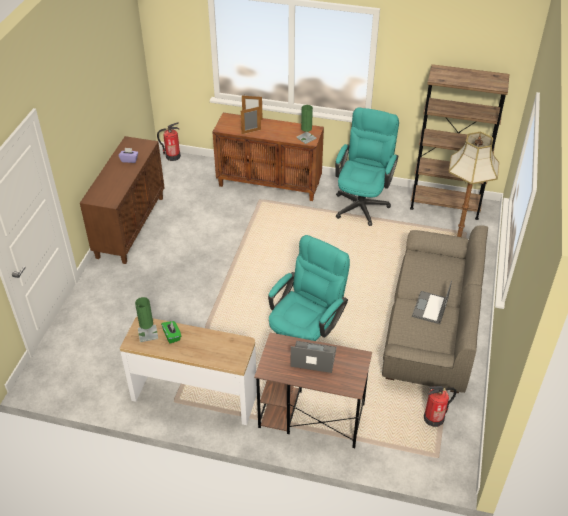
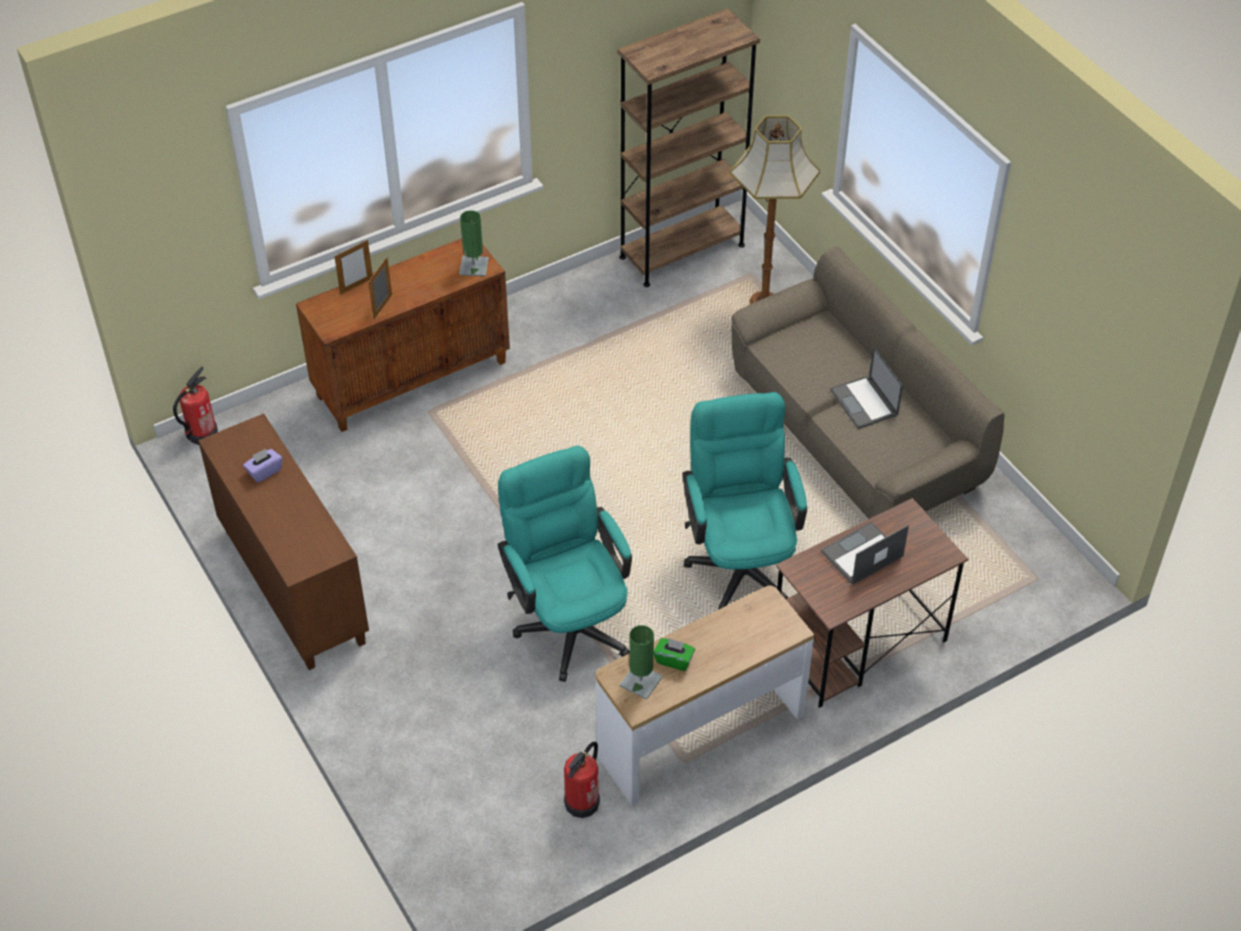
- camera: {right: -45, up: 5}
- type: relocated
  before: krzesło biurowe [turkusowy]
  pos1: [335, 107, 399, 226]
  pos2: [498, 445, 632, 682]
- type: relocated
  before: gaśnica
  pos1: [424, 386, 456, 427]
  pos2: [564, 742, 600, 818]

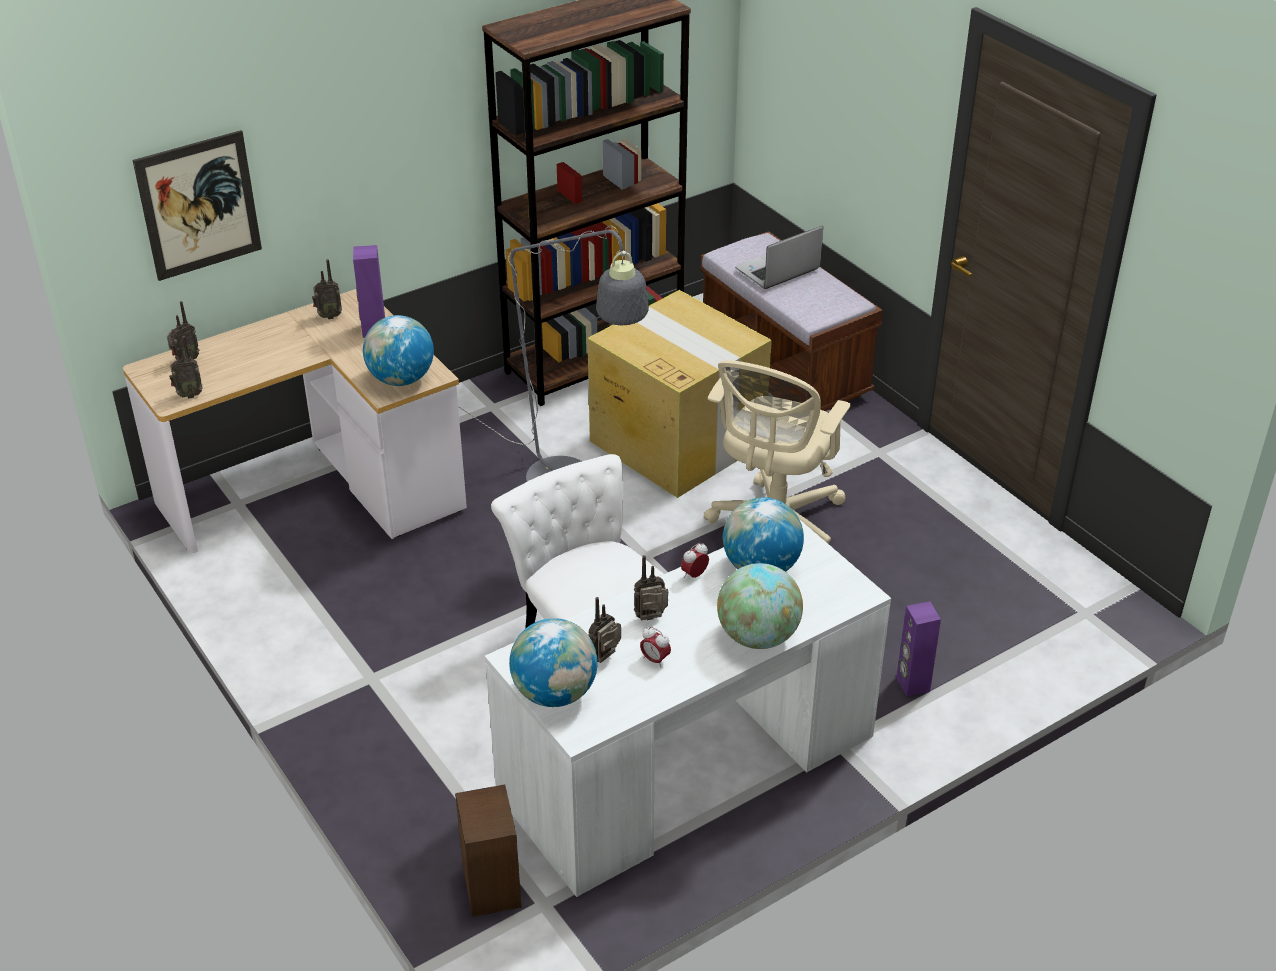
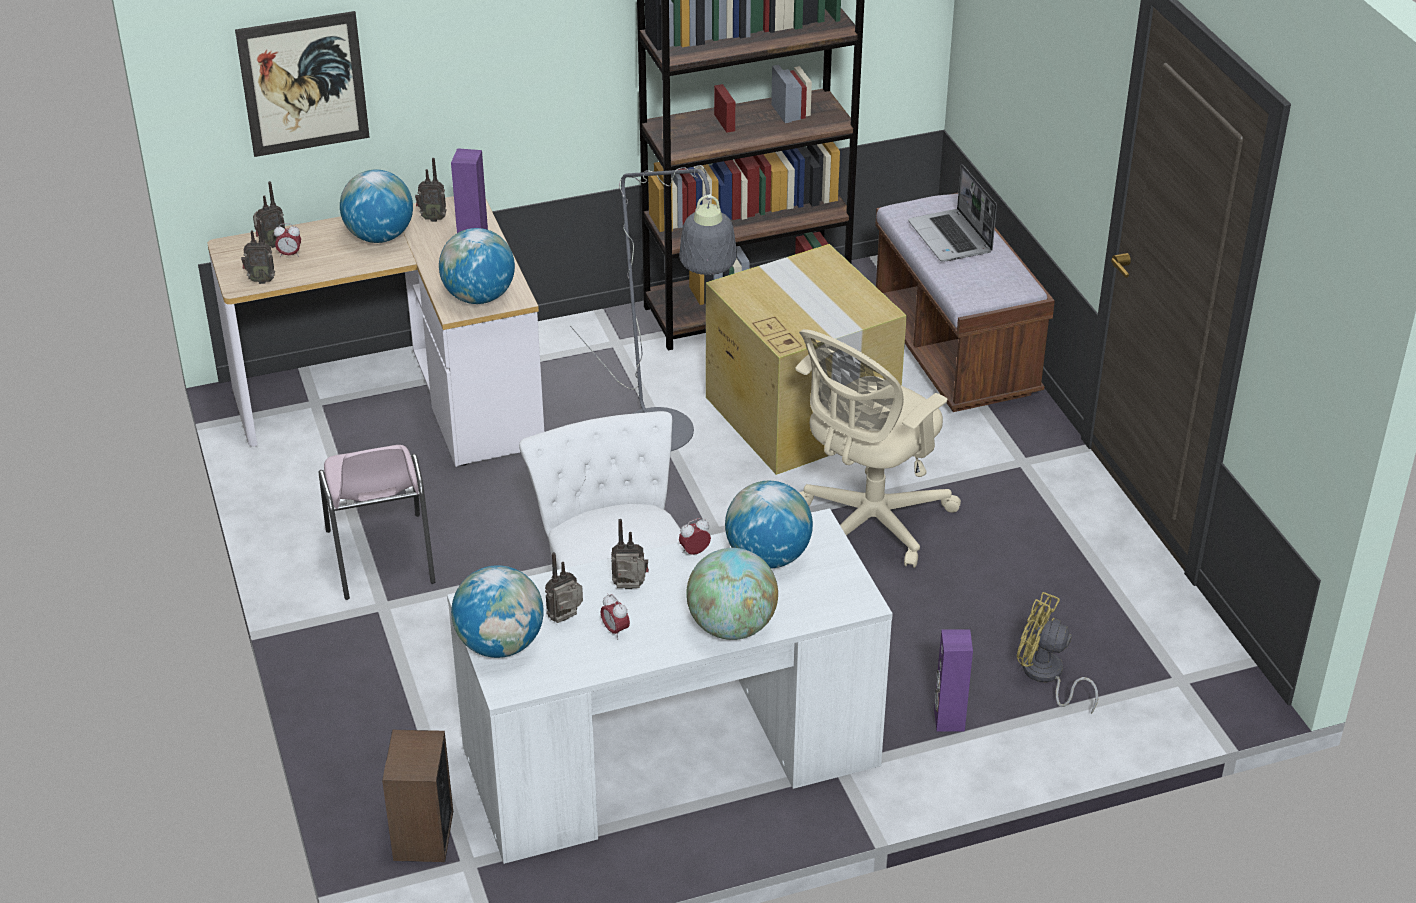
- camera: {right: 15, up: 0}
- type: spun
  before: laptop
  pos1: [735, 226, 823, 289]
  pos2: [908, 164, 997, 262]
  turn: -90
- type: appeared
  after: globus
  pos2: [340, 170, 413, 243]
- type: appeared
  after: budzik
  pos2: [274, 223, 301, 257]
- type: appeared
  after: krzesło [różowy]
  pos2: [319, 445, 436, 600]
- type: appeared
  after: wentylator [żółty]
  pos2: [1017, 592, 1098, 714]

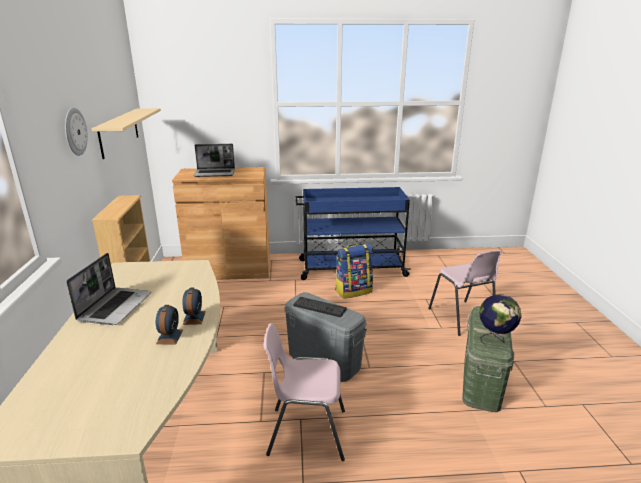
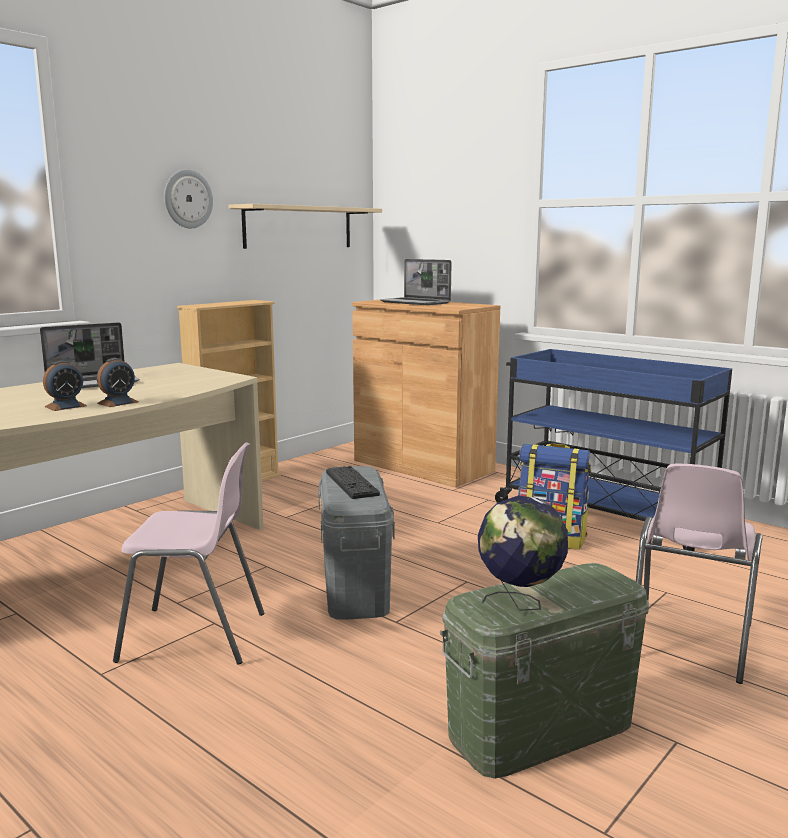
- camera: {right: 45, up: -10}
- type: spun
  before: krzesło [różowy]
  pos1: [263, 323, 345, 461]
  pos2: [113, 442, 264, 664]
  turn: 135

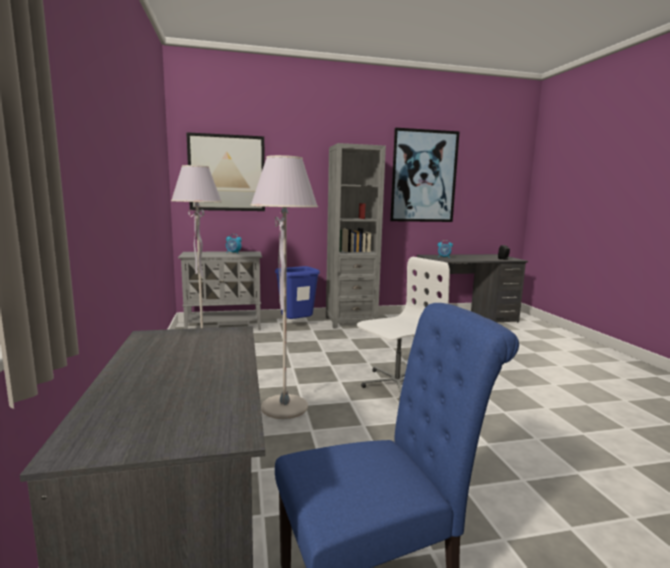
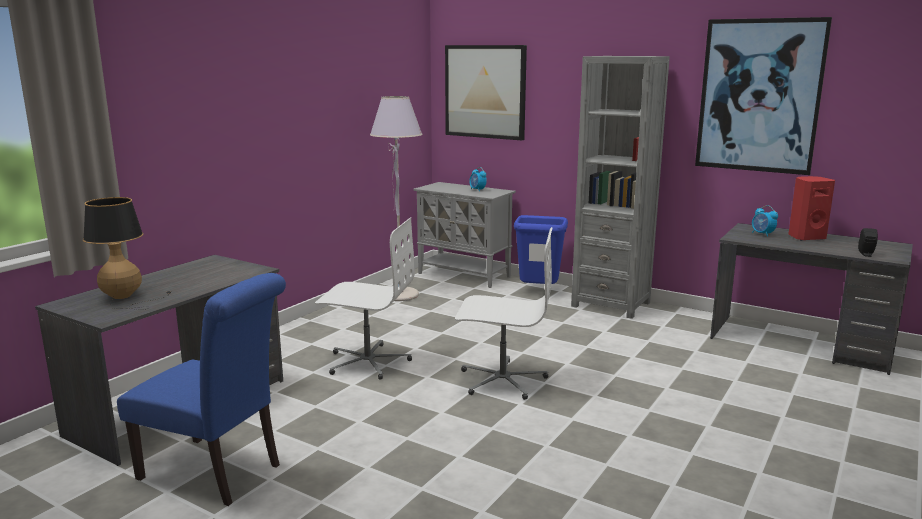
- camera: {right: 45, up: 5}
- type: exchanged
  before: lampa stojąca [szary]
  after: krzesło biurowe [biały]
  pos1: [250, 155, 318, 419]
  pos2: [315, 218, 415, 380]
- type: appeared
  after: głośnik [czerwony]
  pos2: [788, 176, 835, 241]
- type: appeared
  after: lampa stołowa
  pos2: [83, 197, 171, 310]

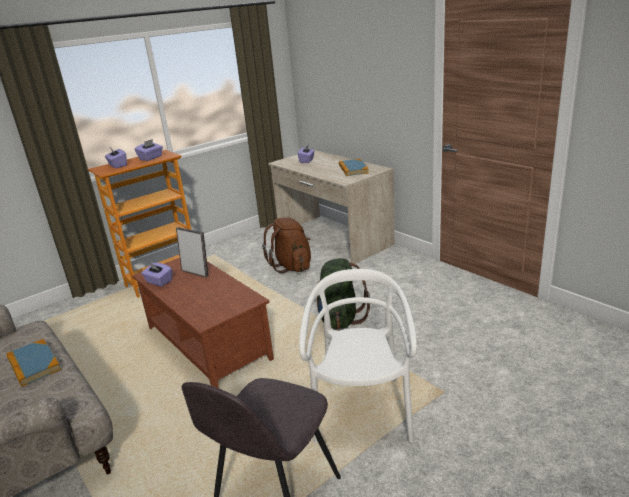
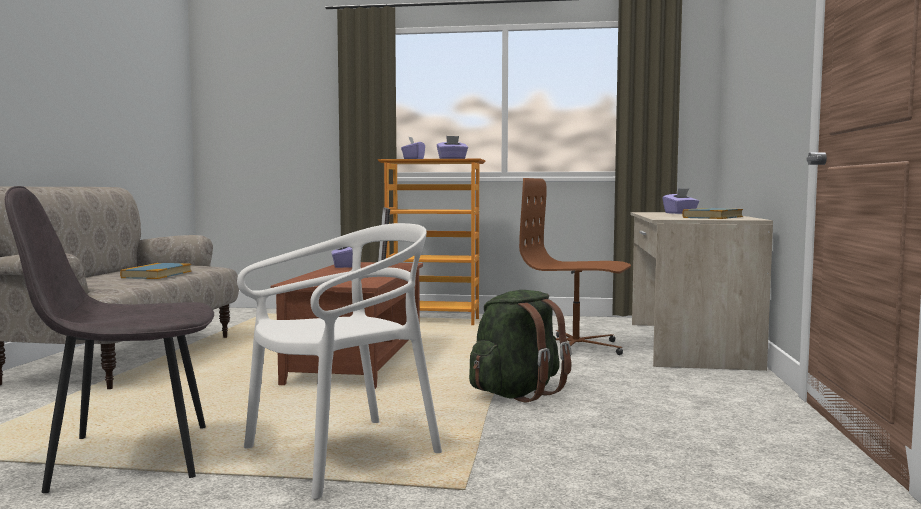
- camera: {right: 45, up: -20}
- type: exchanged
  before: plecak [brązowy]
  after: krzesło biurowe [brązowy]
  pos1: [262, 217, 311, 273]
  pos2: [519, 178, 631, 355]

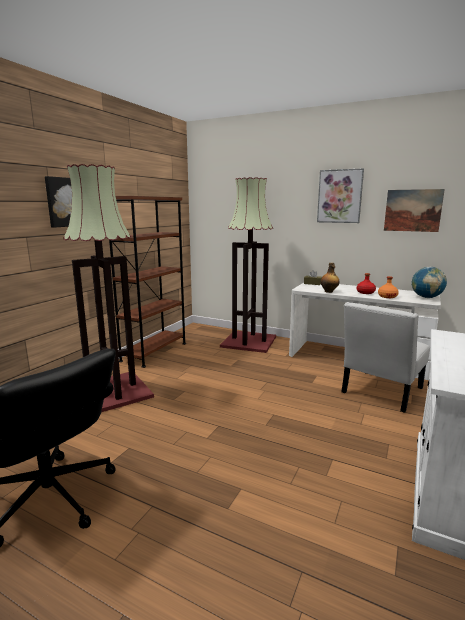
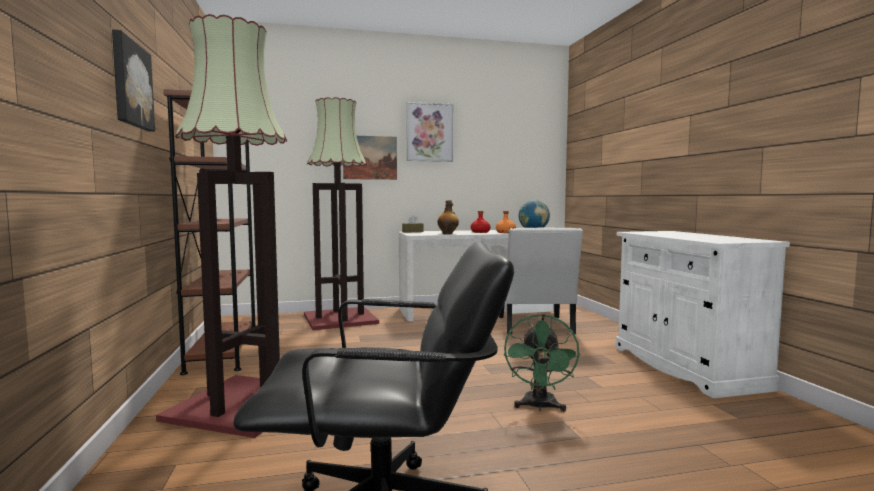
- camera: {right: -40, up: -10}
- type: relocated
  before: obraz
  pos1: [384, 189, 445, 232]
  pos2: [343, 136, 397, 180]
- type: appeared
  after: wentylator [zielony]
  pos2: [504, 314, 580, 412]

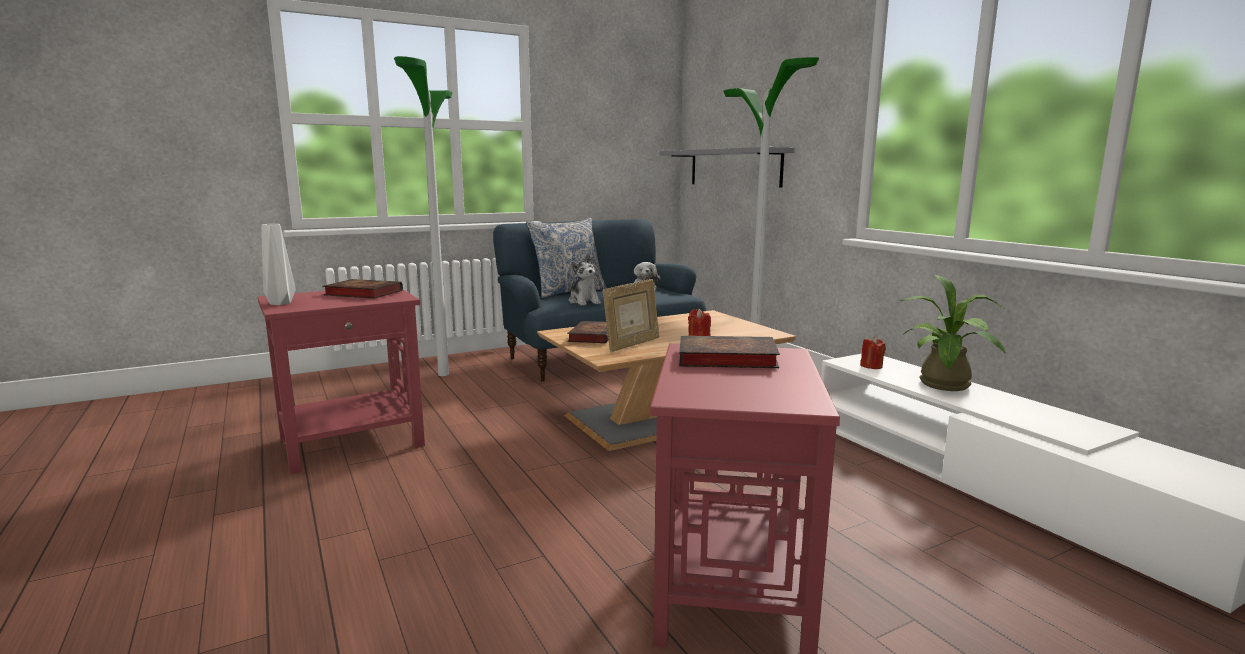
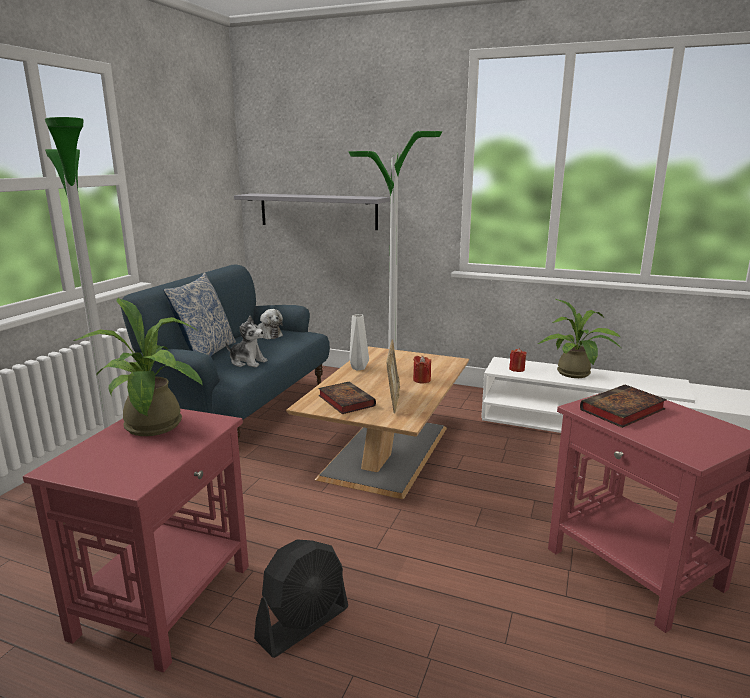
- camera: {right: -40, up: 5}
- type: relocated
  before: wazon [szary]
  pos1: [261, 224, 296, 305]
  pos2: [349, 314, 369, 371]
- type: exchanged
  before: książka
  after: roślina doniczkowa
  pos1: [322, 279, 403, 299]
  pos2: [73, 298, 203, 436]
- type: appeared
  after: wentylator [czarny]
  pos2: [254, 540, 348, 658]

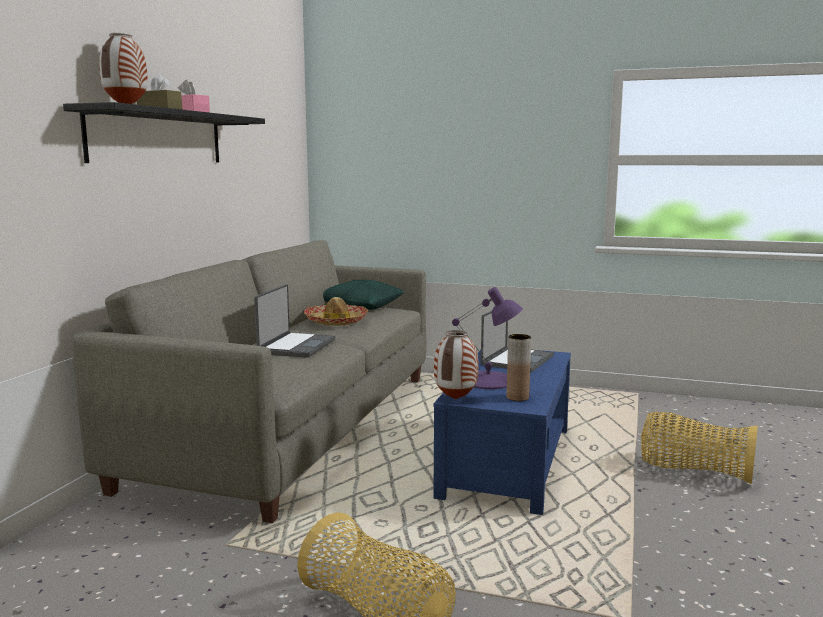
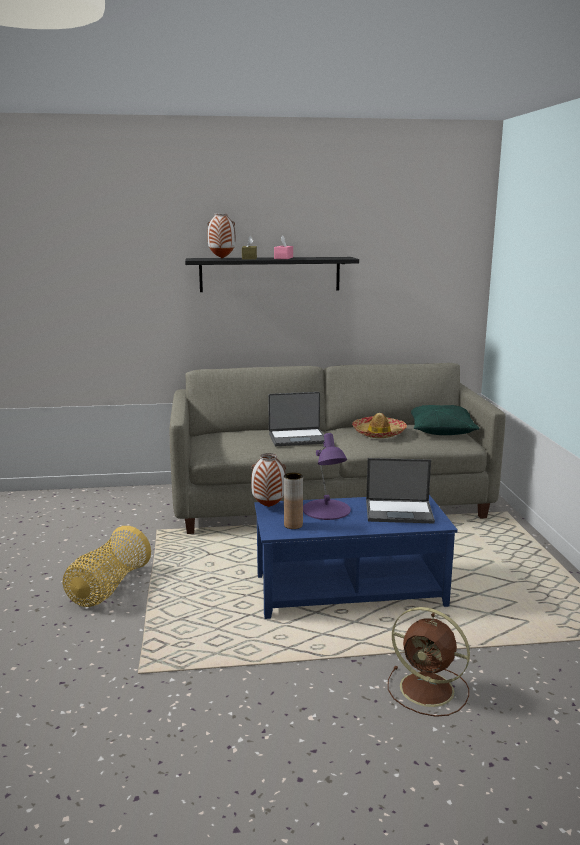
- camera: {right: 65, up: 5}
- type: exchanged
  before: koszyk
  after: wentylator [brązowy]
  pos1: [641, 412, 758, 484]
  pos2: [388, 607, 470, 717]

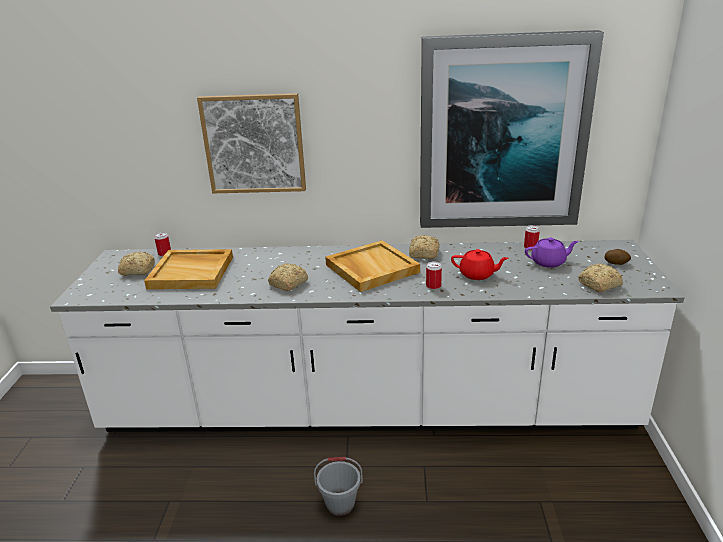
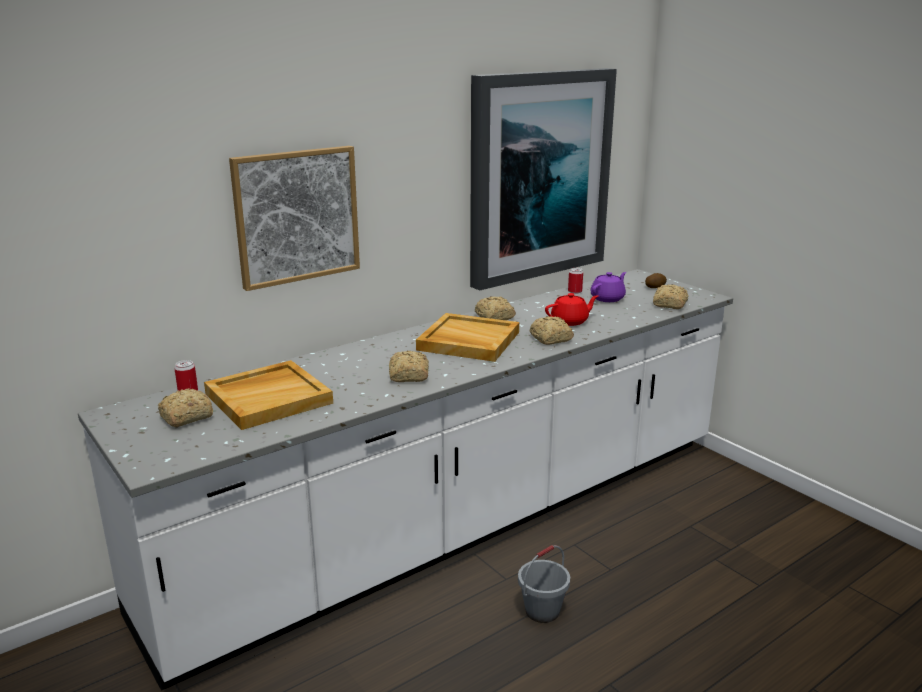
- camera: {right: -40, up: -5}
- type: exchanged
  before: puszka
  after: chleb
  pos1: [426, 261, 442, 289]
  pos2: [530, 316, 574, 345]

